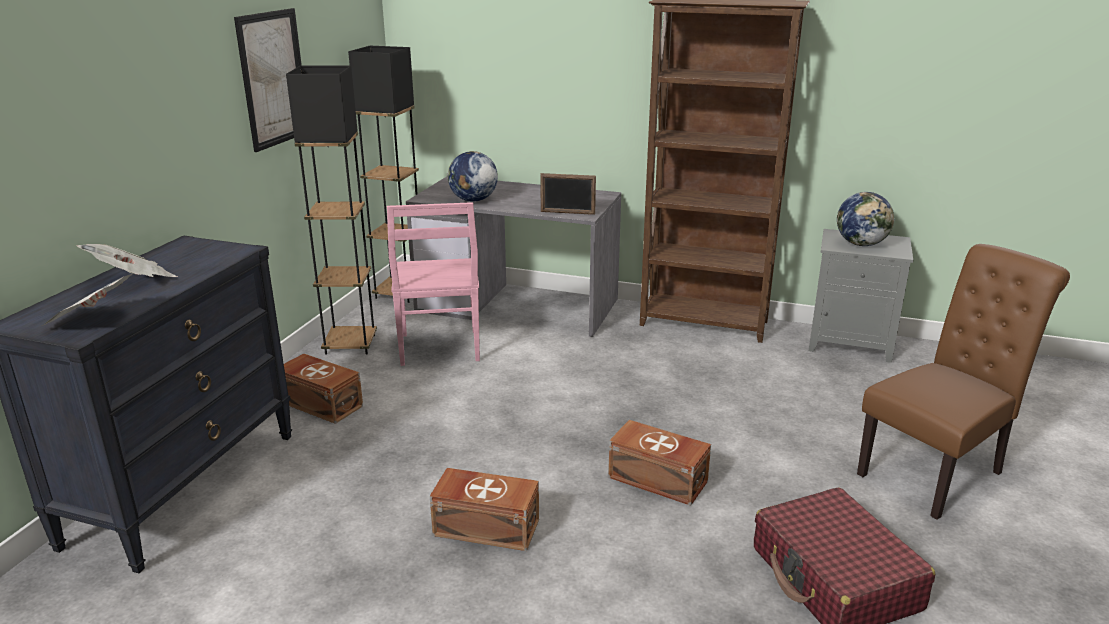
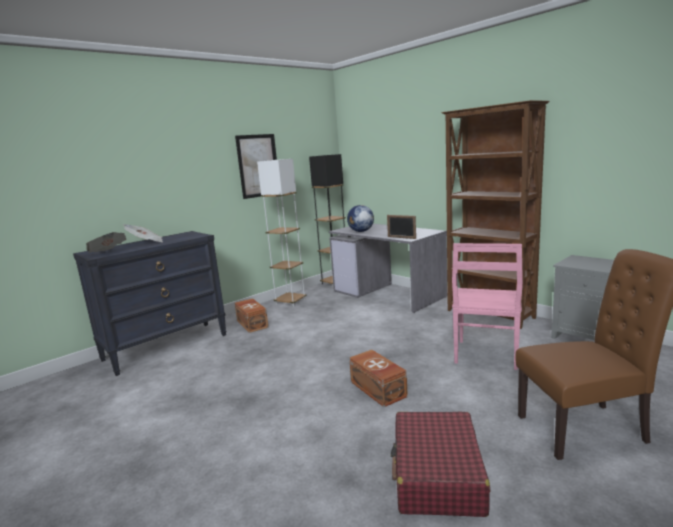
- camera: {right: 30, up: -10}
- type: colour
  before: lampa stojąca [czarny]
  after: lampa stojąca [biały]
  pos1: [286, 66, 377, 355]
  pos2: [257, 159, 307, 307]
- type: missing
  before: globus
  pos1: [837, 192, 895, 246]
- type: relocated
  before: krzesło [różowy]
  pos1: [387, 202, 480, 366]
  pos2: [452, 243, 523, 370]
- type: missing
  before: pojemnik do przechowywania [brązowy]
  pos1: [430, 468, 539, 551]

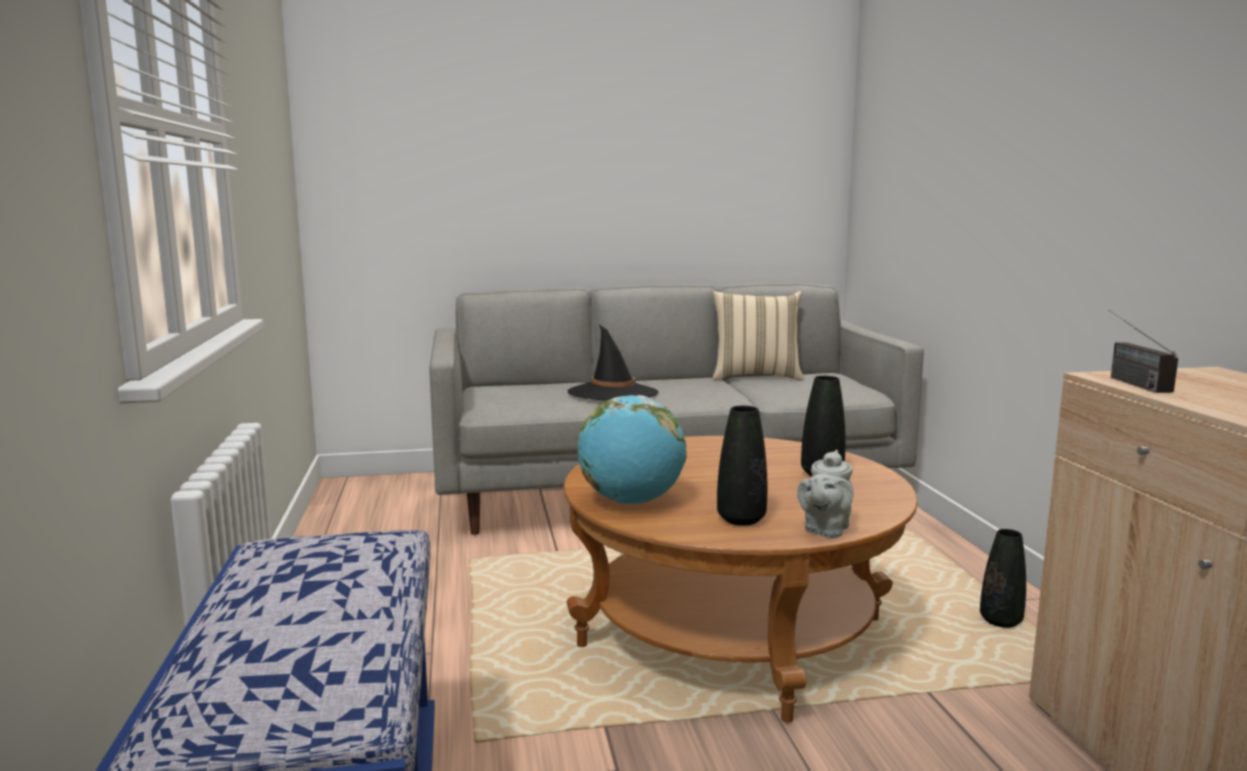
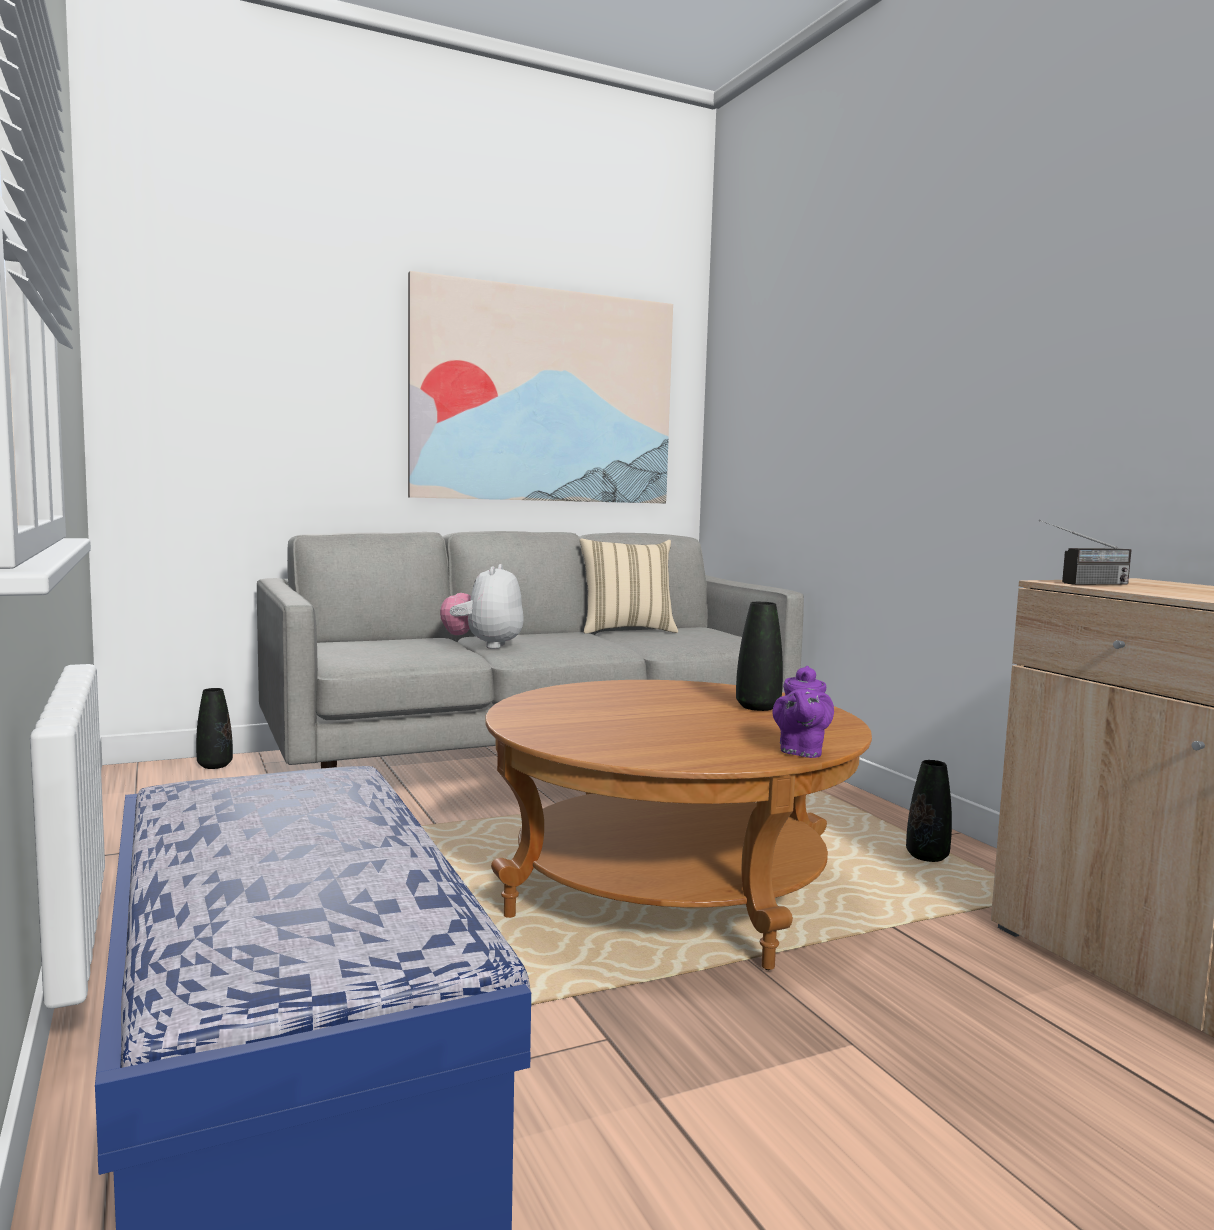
- camera: {right: -15, up: -5}
- type: spun
  before: radio
  pos1: [1108, 310, 1178, 393]
  pos2: [1039, 519, 1131, 585]
  turn: -90
- type: exchanged
  before: kapelusz [czarny]
  after: pluszak
  pos1: [568, 324, 659, 400]
  pos2: [440, 564, 524, 649]
- type: missing
  before: globus
  pos1: [577, 395, 686, 504]
- type: relocated
  before: wazon [czarny]
  pos1: [717, 406, 767, 526]
  pos2: [196, 688, 233, 769]
- type: colour
  before: imbryk [szary]
  after: imbryk [fioletowy]
  pos1: [797, 450, 854, 538]
  pos2: [772, 666, 834, 758]
- type: appeared
  after: obraz
  pos2: [408, 271, 673, 504]

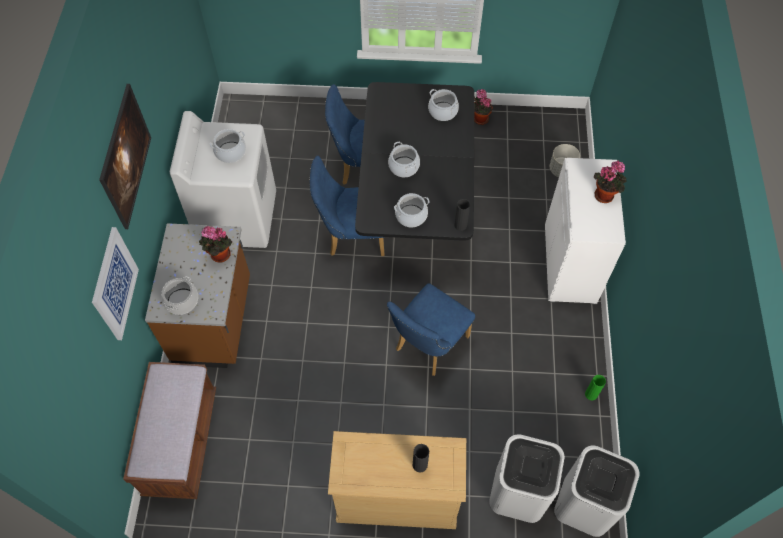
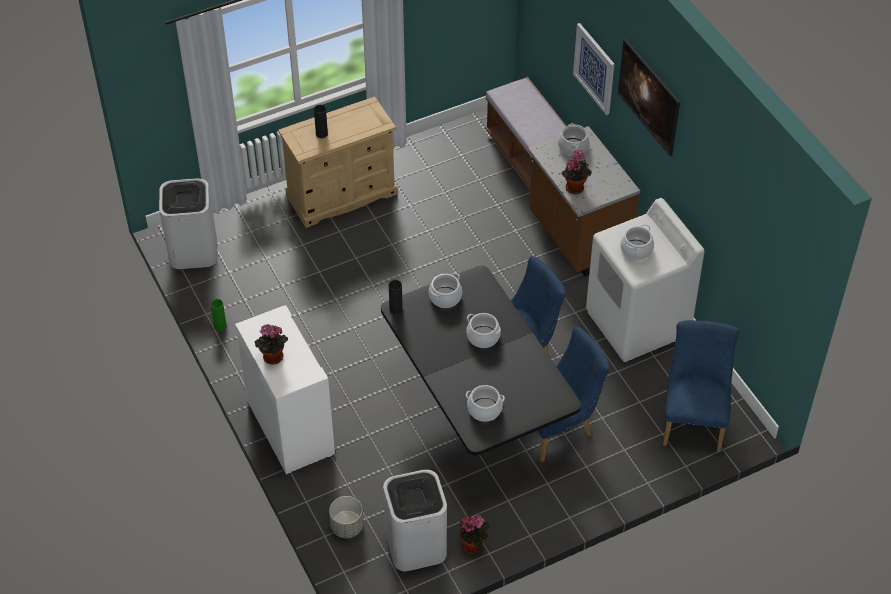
- camera: {right: 150, up: -10}
- type: relocated
  before: krzesło [niebieski]
  pos1: [387, 283, 475, 376]
  pos2: [663, 320, 739, 452]
- type: relocated
  before: kosz na śmieci [biały]
  pos1: [489, 434, 564, 523]
  pos2: [383, 469, 447, 571]

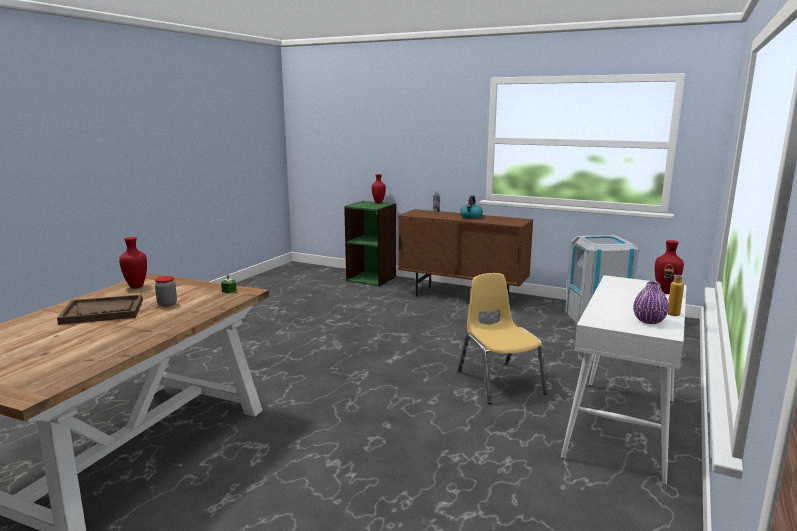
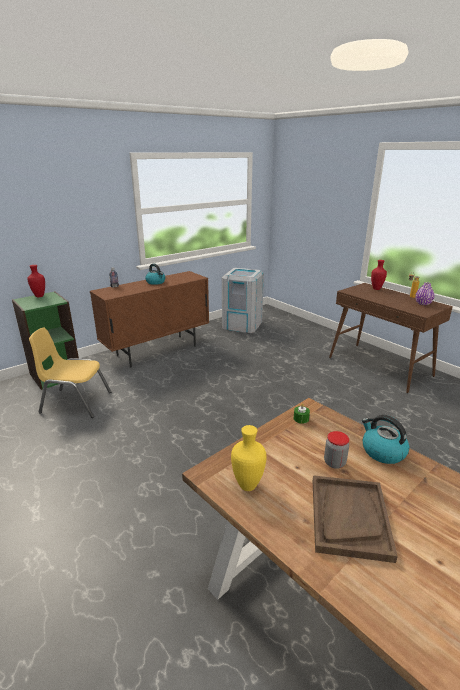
- camera: {right: -65, up: 10}
- type: colour
  before: wazon [czerwony]
  after: wazon [żółty]
  pos1: [119, 237, 147, 288]
  pos2: [231, 425, 266, 491]
- type: relocated
  before: krzesło [żółty]
  pos1: [458, 273, 548, 404]
  pos2: [29, 328, 111, 418]
- type: colour
  before: stolik konsolowy [biały]
  after: stolik konsolowy [brązowy]
  pos1: [561, 275, 687, 485]
  pos2: [329, 283, 453, 393]
- type: appeared
  after: czajnik
  pos2: [362, 415, 409, 464]

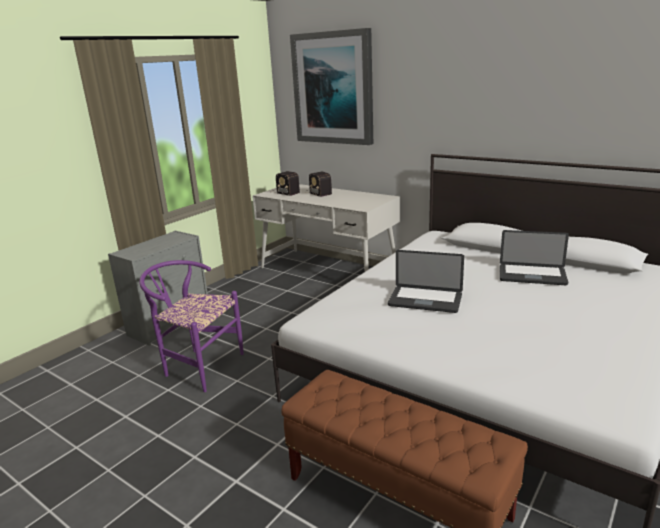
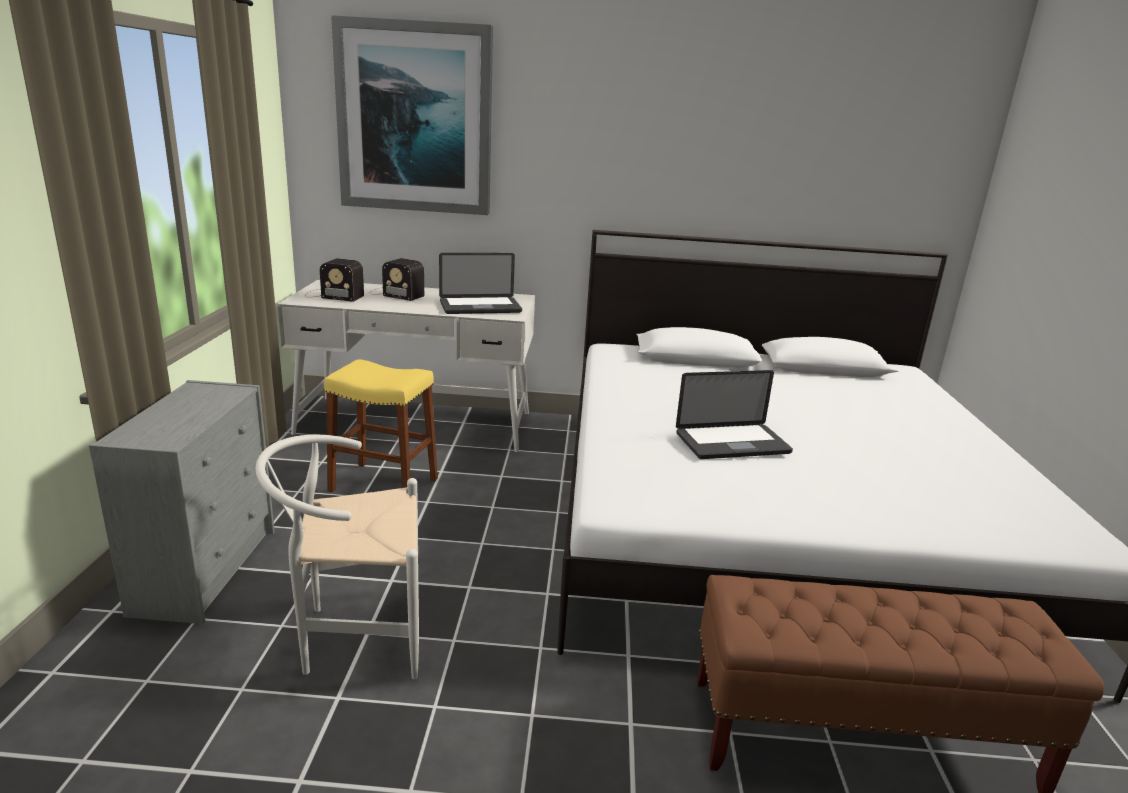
- camera: {right: -35, up: 0}
- type: relocated
  before: laptop
  pos1: [500, 230, 569, 285]
  pos2: [439, 253, 522, 314]
- type: colour
  before: krzesło [fioletowy]
  after: krzesło [biały]
  pos1: [139, 260, 244, 392]
  pos2: [256, 435, 419, 679]
- type: appeared
  after: stołek [żółty]
  pos2: [324, 359, 438, 492]

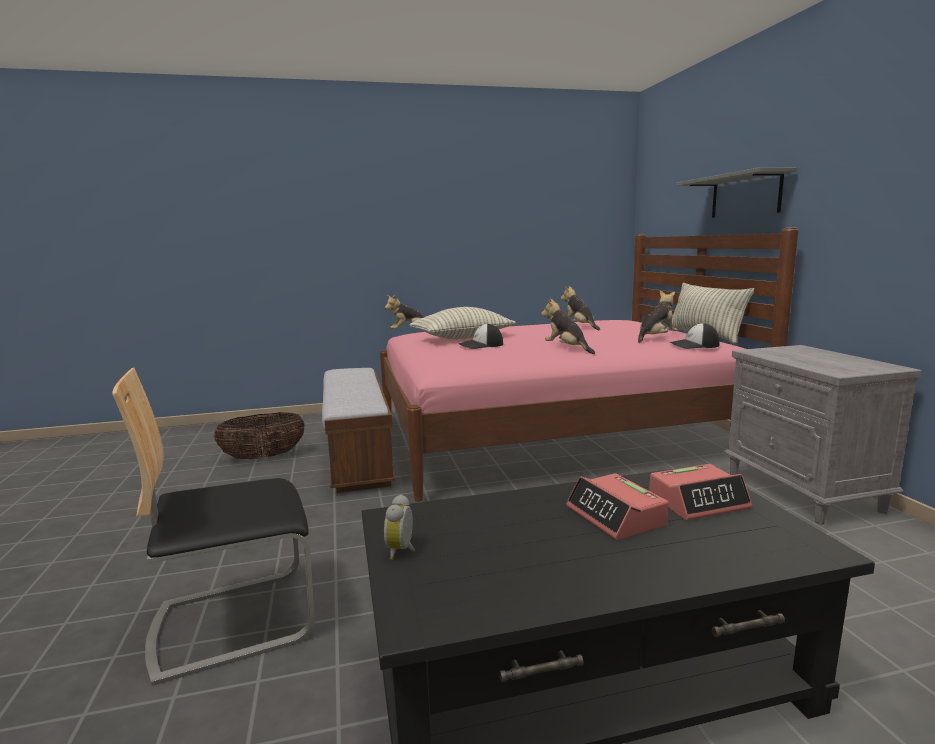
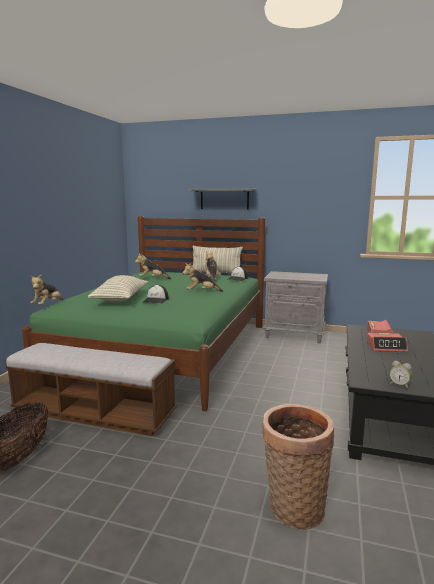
- camera: {right: -60, up: 0}
- type: colour
  before: łóżko [różowy]
  after: łóżko [zielony]
  pos1: [380, 228, 799, 502]
  pos2: [22, 216, 265, 411]
- type: exchanged
  before: krzesło
  after: koszyk
  pos1: [112, 368, 315, 686]
  pos2: [262, 404, 334, 529]

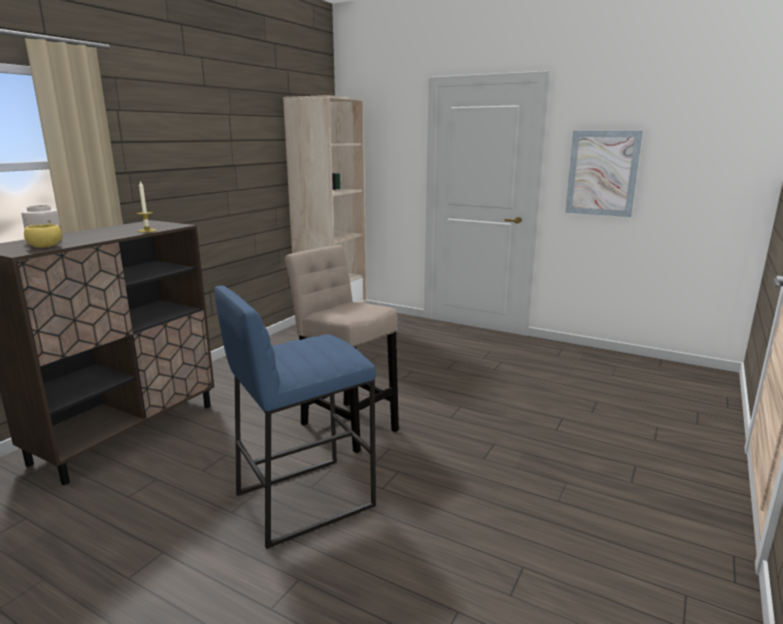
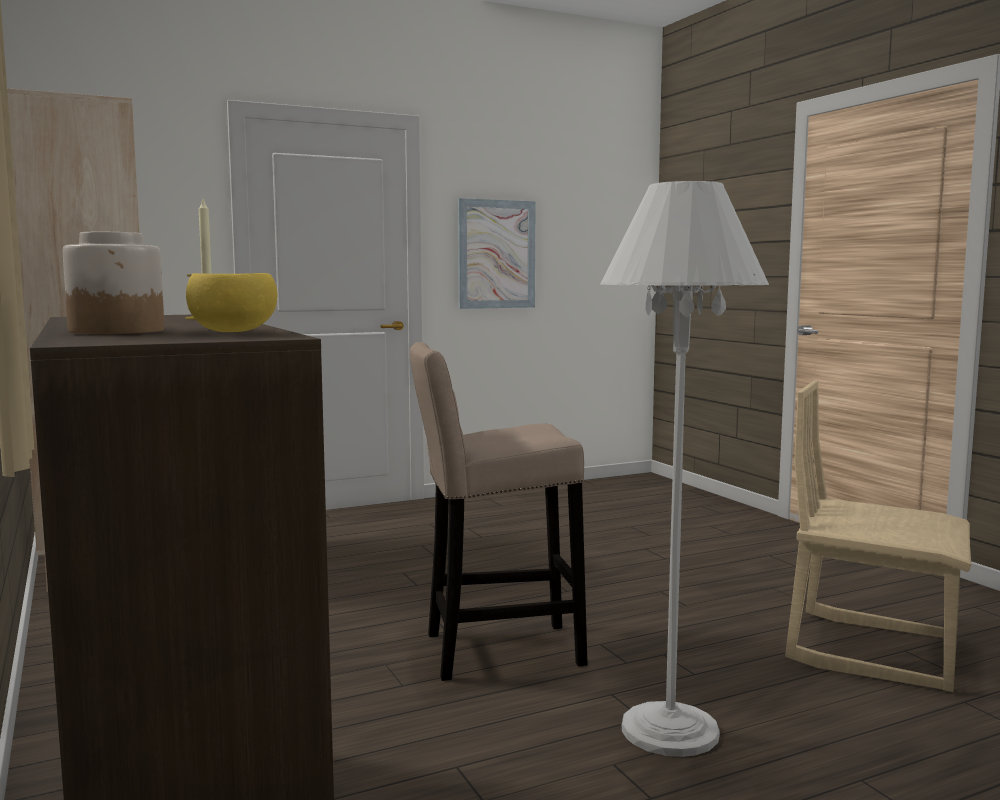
- camera: {right: -55, up: -10}
- type: exchanged
  before: stołek [niebieski]
  after: lampa stojąca [biały]
  pos1: [214, 285, 376, 549]
  pos2: [600, 181, 769, 757]
- type: appeared
  after: krzesło [beżowy]
  pos2: [785, 381, 971, 692]

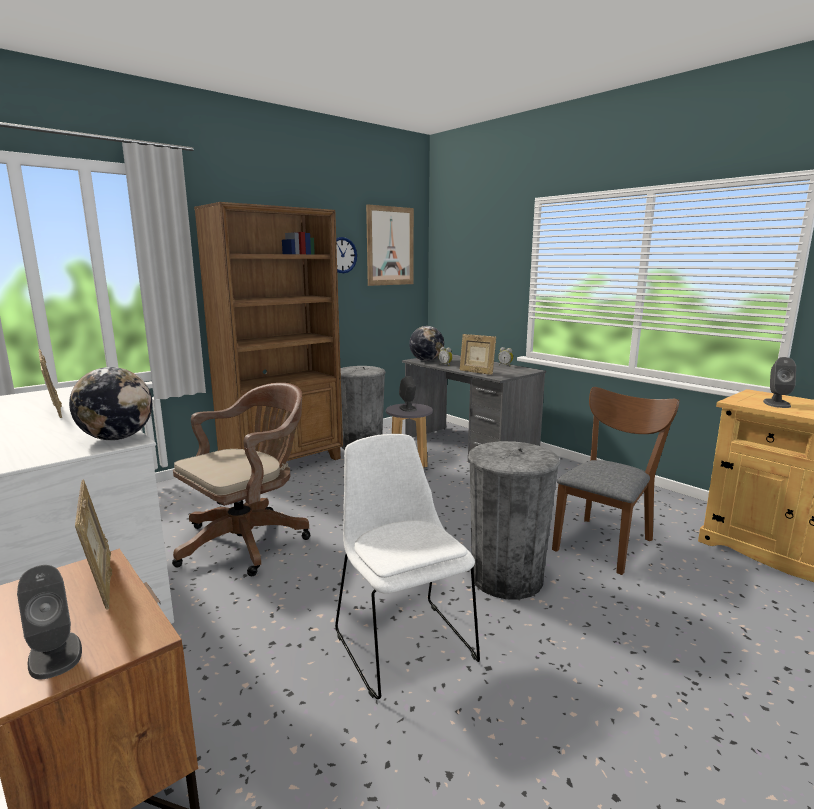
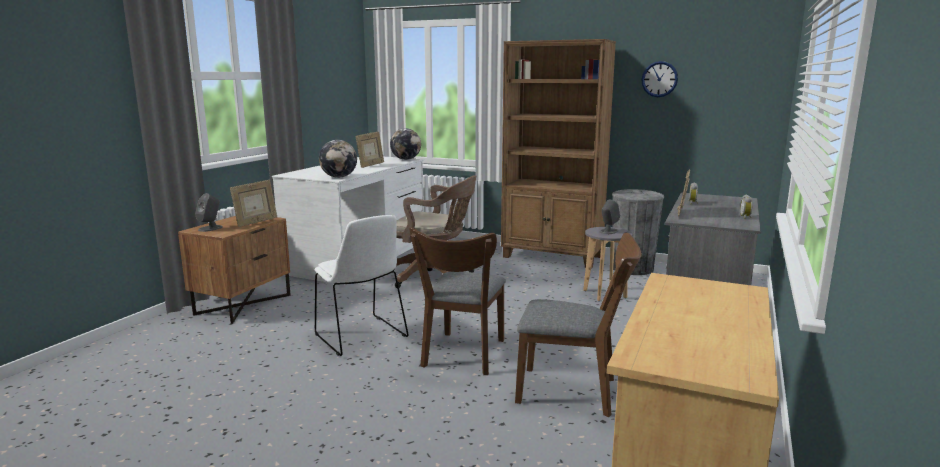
- camera: {right: 65, up: 0}
- type: missing
  before: obraz
  pos1: [366, 204, 414, 286]
- type: relocated
  before: globus
  pos1: [409, 326, 444, 361]
  pos2: [390, 128, 421, 160]
- type: missing
  before: głośnik [szary]
  pos1: [763, 357, 796, 408]
- type: spun
  before: krzesło [biały]
  pos1: [335, 434, 480, 699]
  pos2: [314, 215, 409, 356]
  turn: 105
- type: exchanged
  before: kosz na śmieci [szary]
  after: krzesło [brązowy]
  pos1: [468, 441, 560, 599]
  pos2: [409, 227, 506, 375]

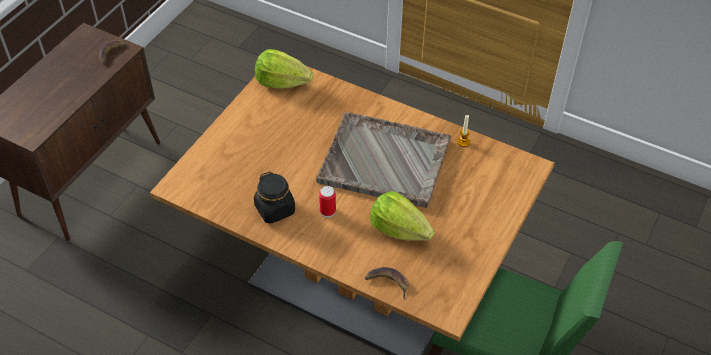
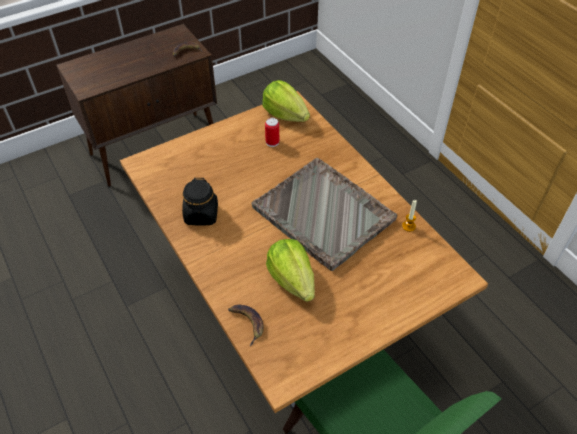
- camera: {right: 30, up: 0}
- type: relocated
  before: puszka
  pos1: [319, 186, 336, 217]
  pos2: [265, 118, 279, 147]

